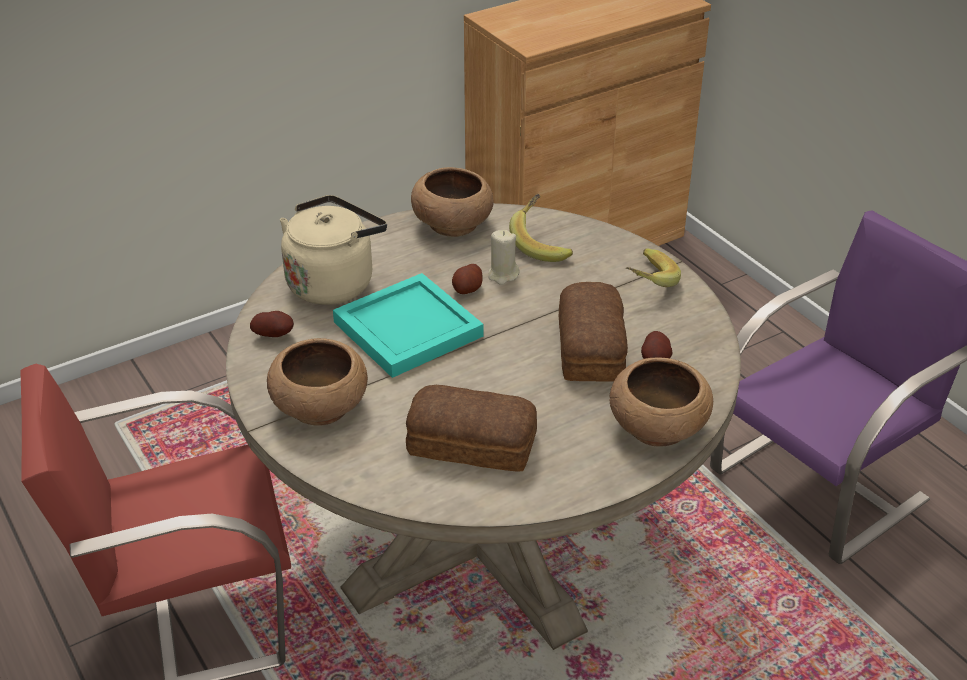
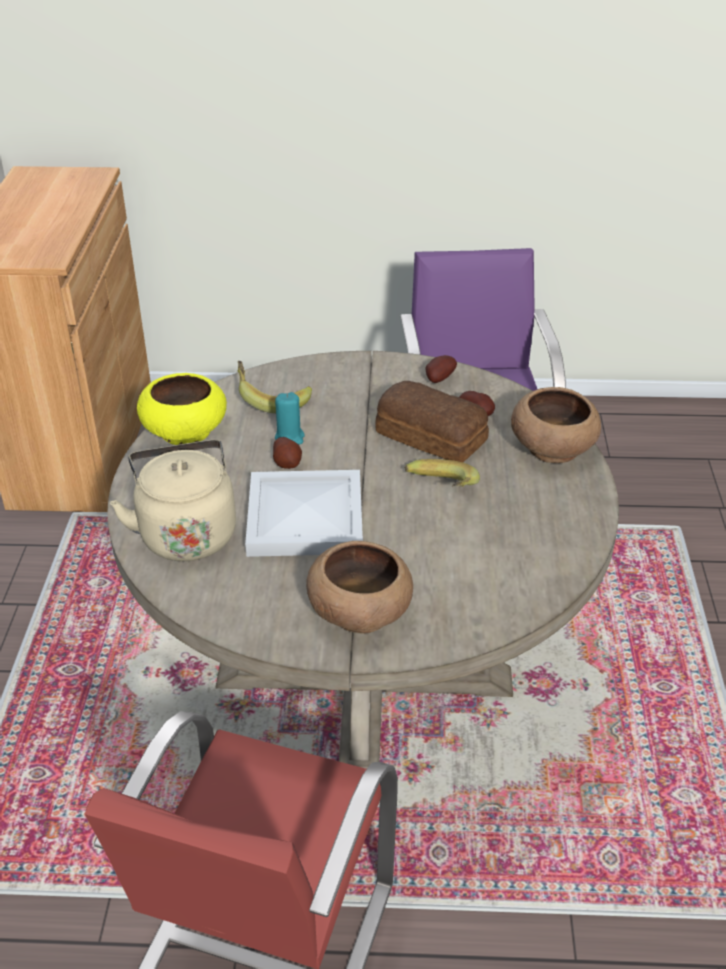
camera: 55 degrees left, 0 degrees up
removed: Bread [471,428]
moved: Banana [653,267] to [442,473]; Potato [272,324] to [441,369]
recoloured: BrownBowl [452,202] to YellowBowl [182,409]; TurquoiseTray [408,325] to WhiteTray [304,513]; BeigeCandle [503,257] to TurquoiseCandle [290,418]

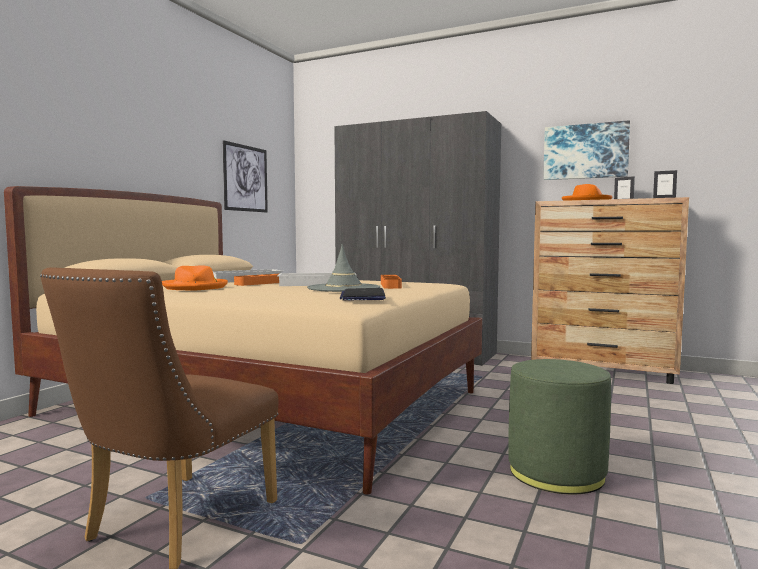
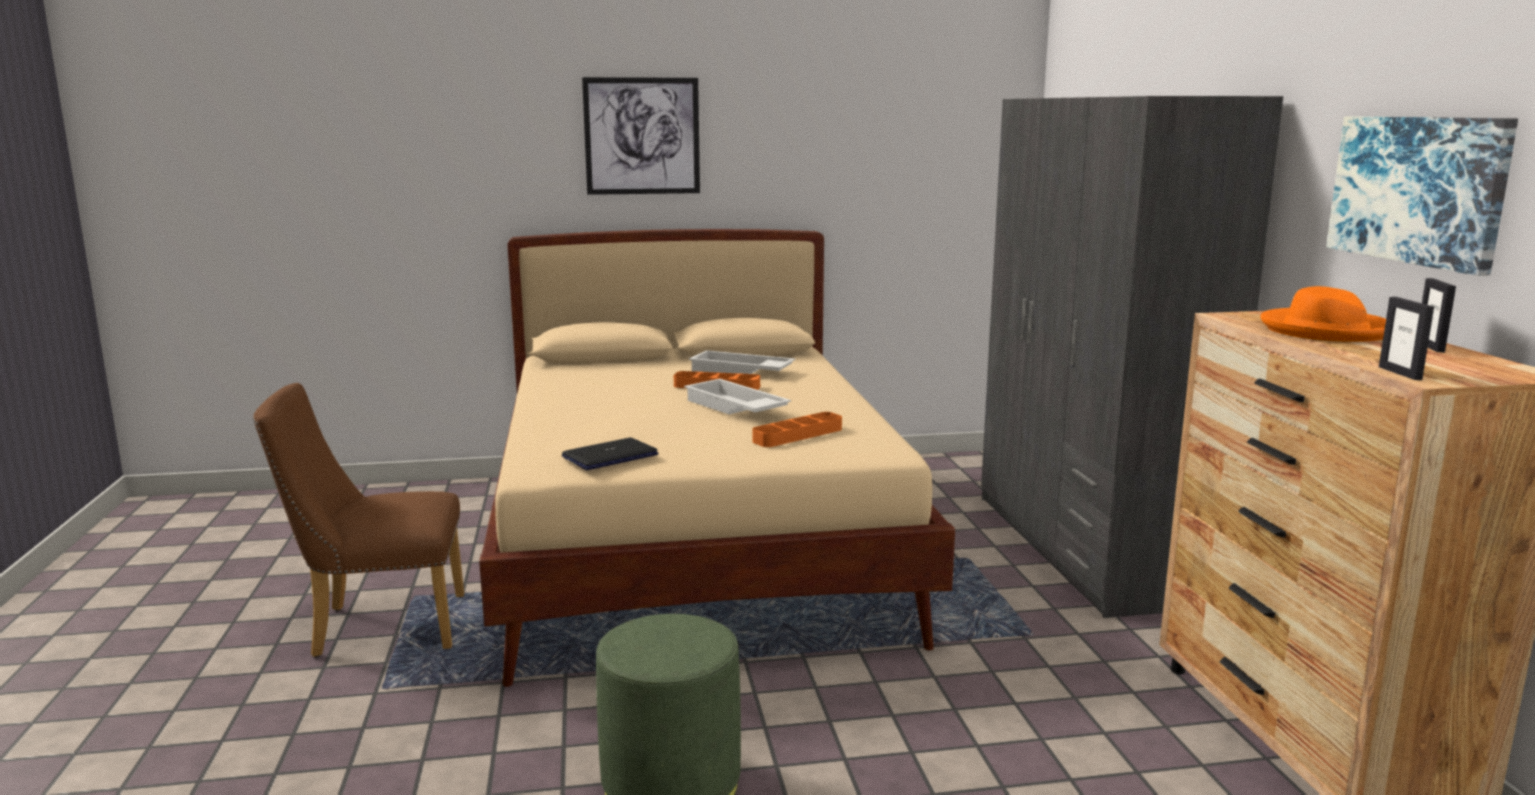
camera: 55 degrees right, 10 degrees up
removed: OrangeHat [195,277]; GreyHat [343,268]
moved: Picture [245,176] to [641,136]

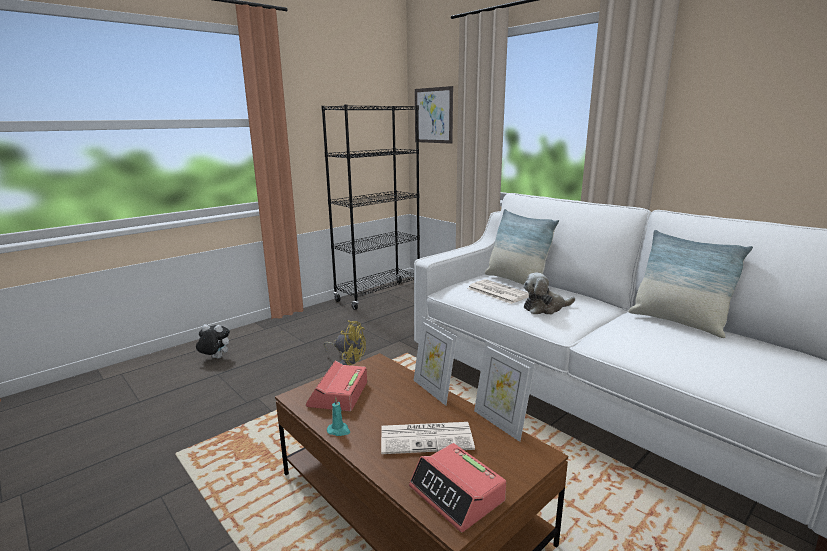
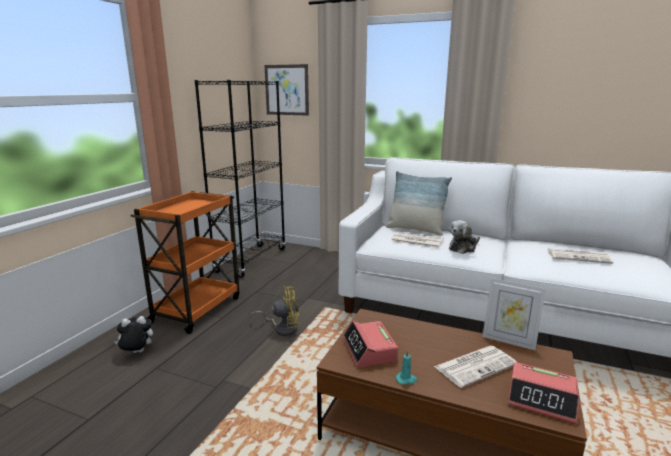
camera: 25 degrees left, 0 degrees up
removed: PictureFrame [435,361]; Pillow [690,284]
added: OrangeCart [185,262]; Newspaper [580,256]

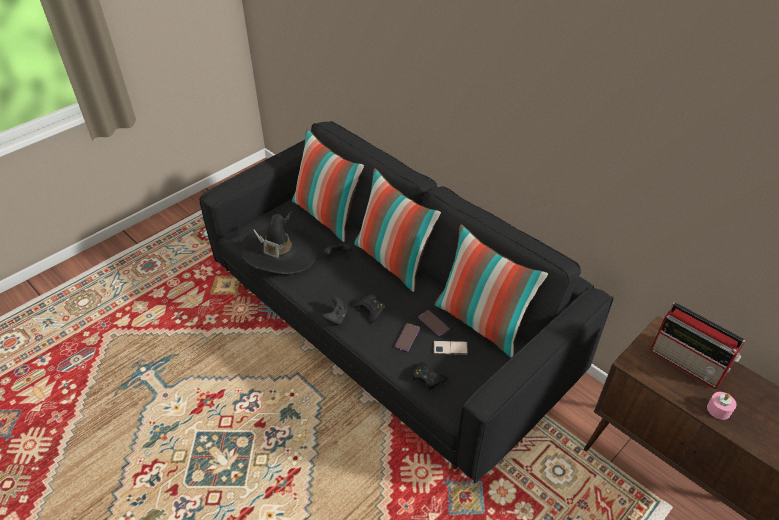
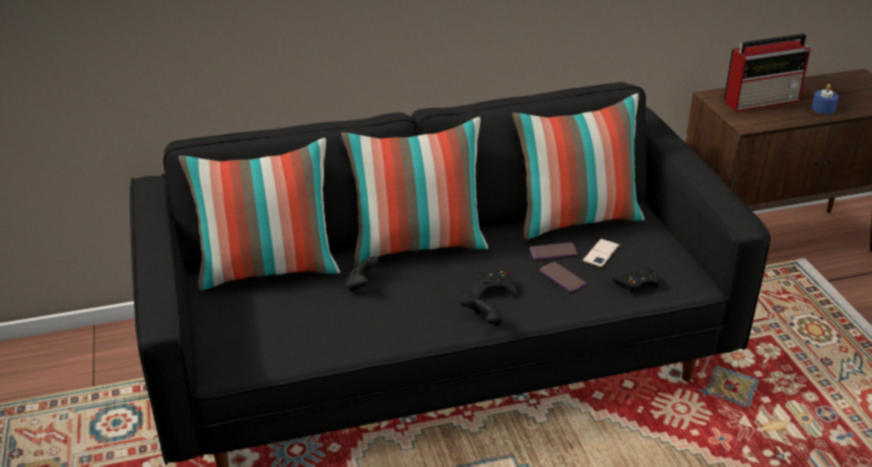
camera: 60 degrees left, 10 degrees down
removed: BlackHat [279,242]
recoloured: PinkCandle [721,406] to BlueCandle [825,99]

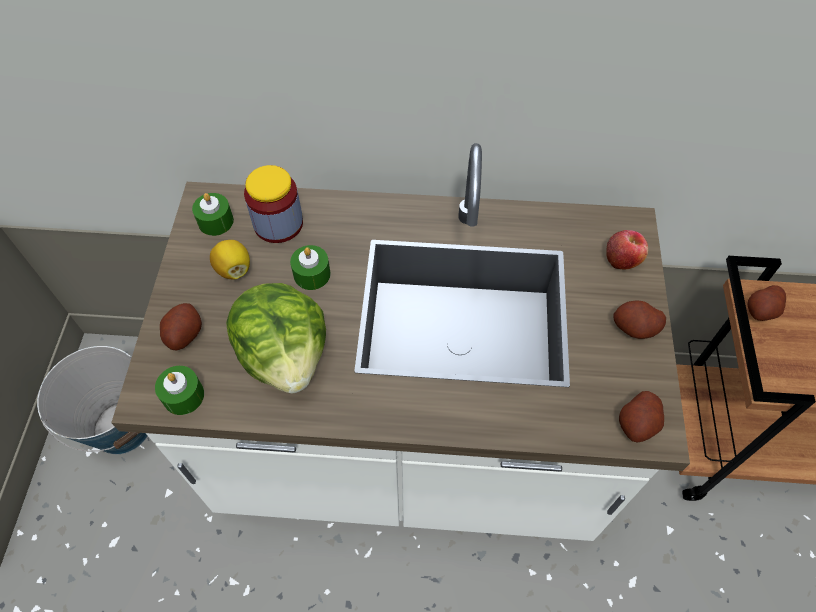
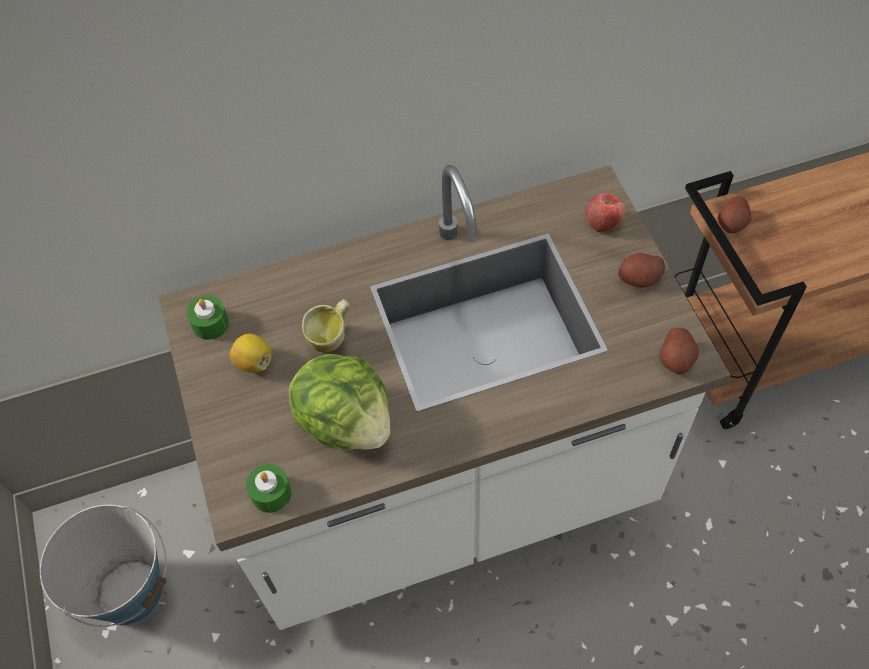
camera: 20 degrees left, 0 degrees up
removed: Potato [181,326]; Jar [273,204]
replaced: GreenCandle [310,267] to Mug [326,326]

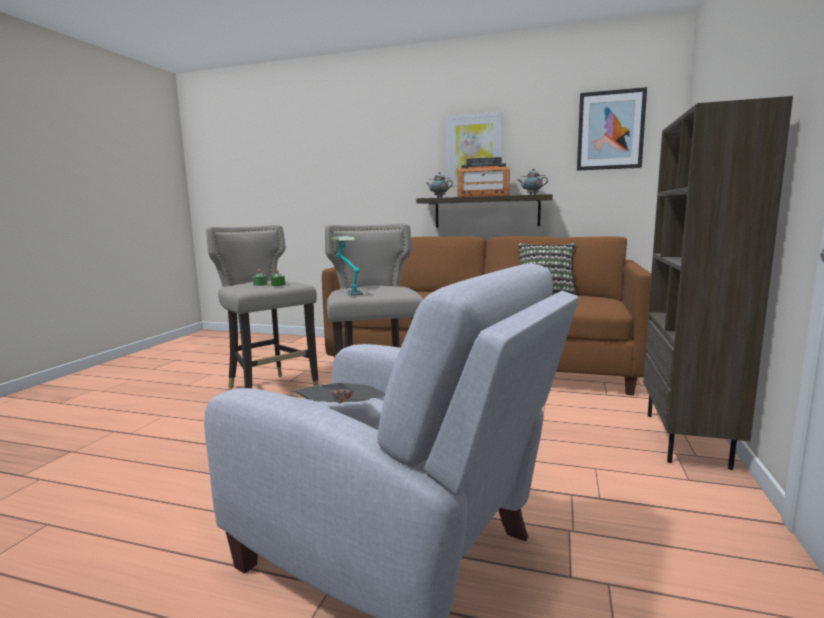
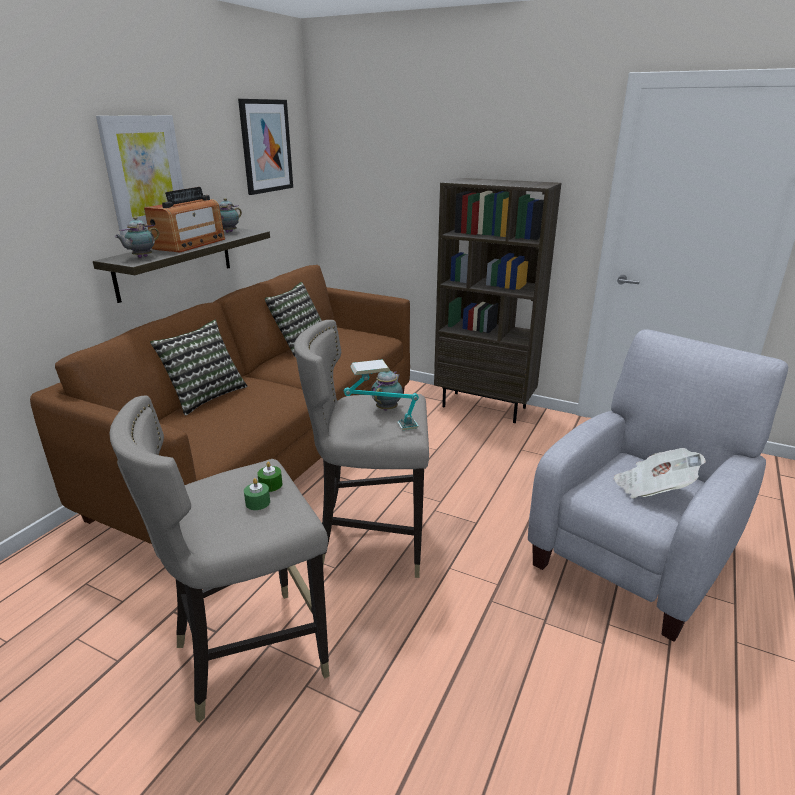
camera: 80 degrees left, 15 degrees up
added: Pillow [198,367]; Teapot [387,391]

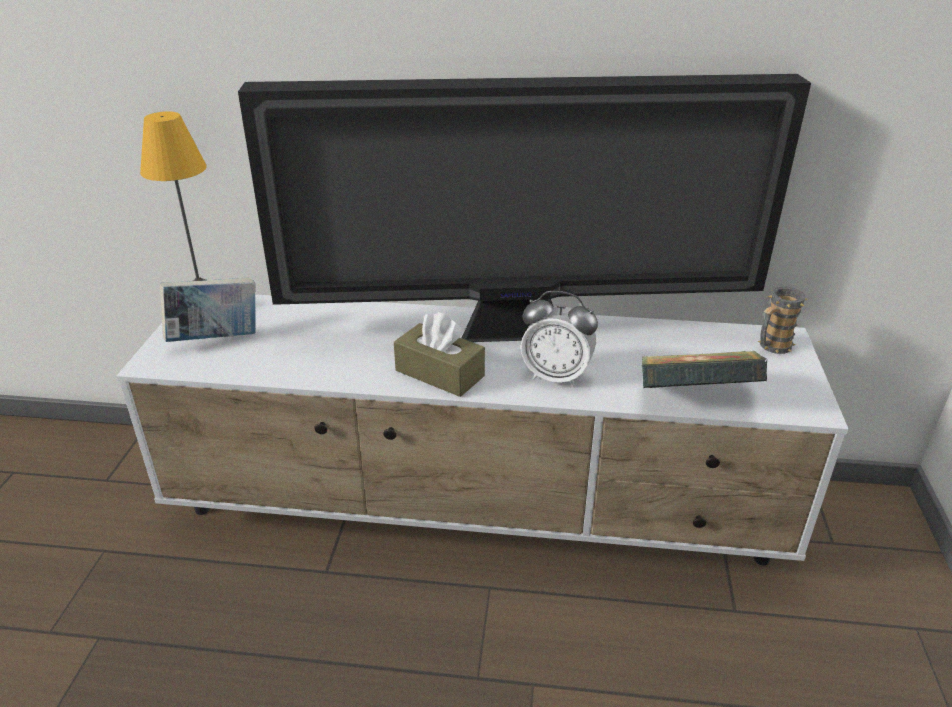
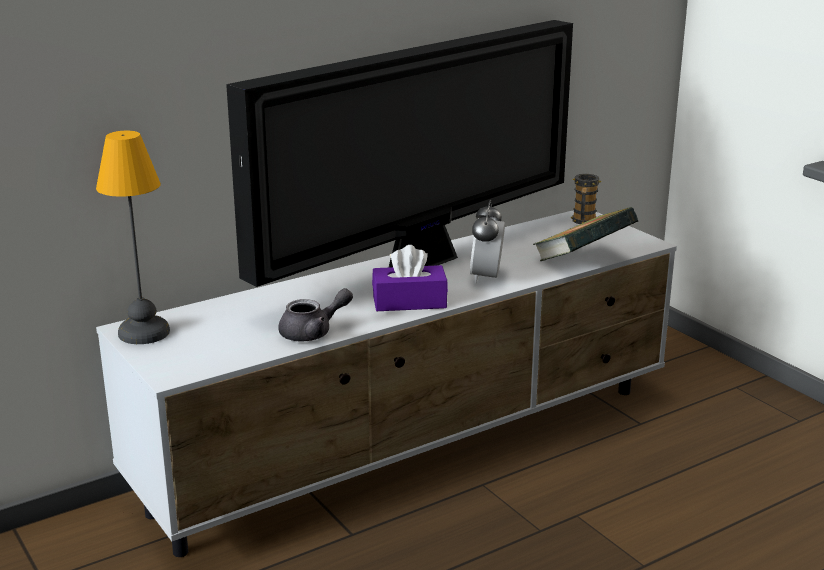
camera: 40 degrees left, 10 degrees down
removed: Book [208,310]
added: GreyTeapot [315,314]
recoloured: BrownTissueBox [439,354] to PurpleTissueBox [410,278]
turned: AlarmClock [559,339] = [487,242] 120 degrees clockwise

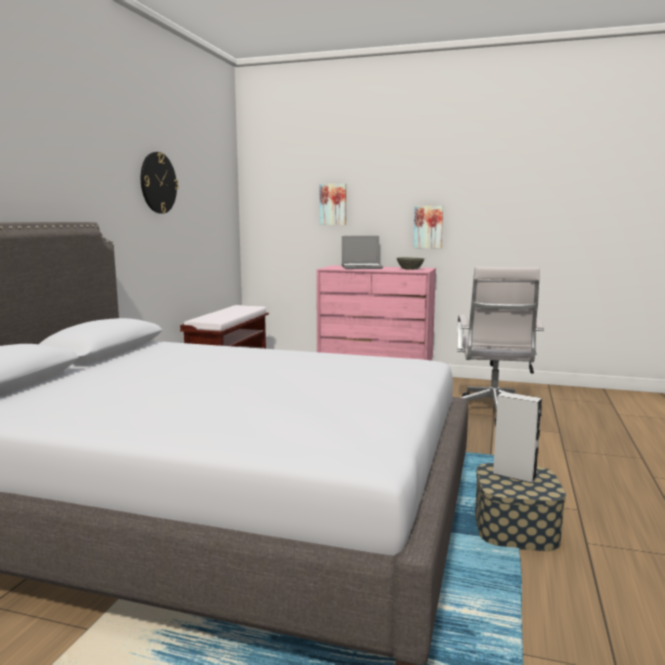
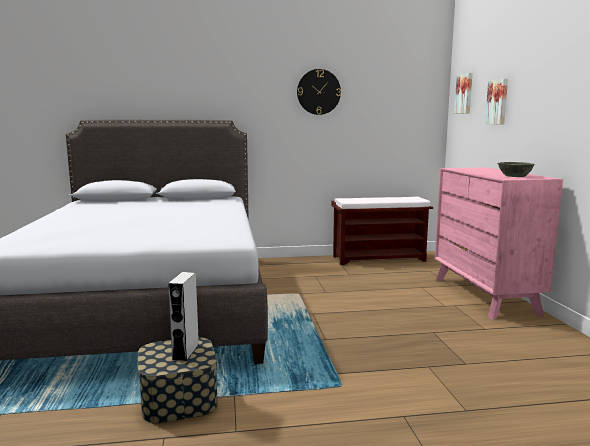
camera: 65 degrees right, 0 degrees up
removed: Laptop [362,252]; WhiteOfficeChair [500,346]
moved: Picture [428,227] to [463,93]

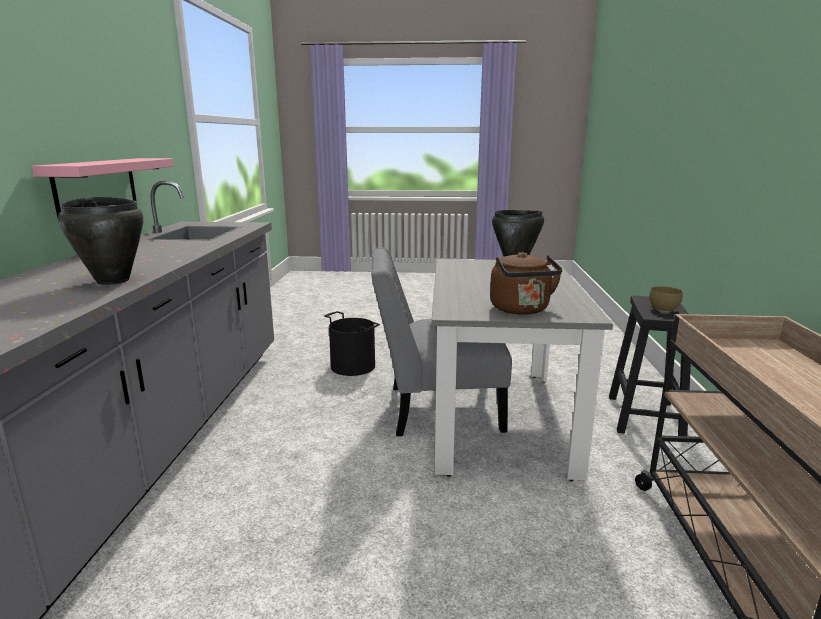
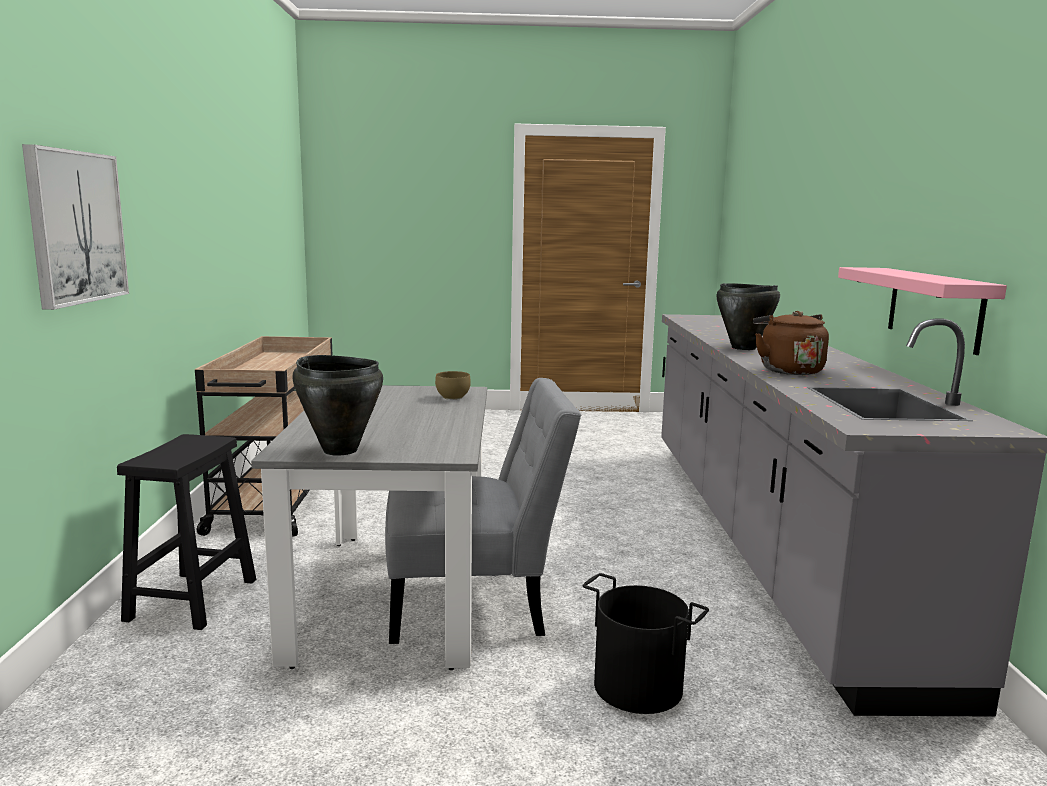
camera: 175 degrees right, 5 degrees down
added: Picture [75,227]
moved: BrownBowl [666,299] to [453,385]; BrownKettle [526,283] to [791,343]

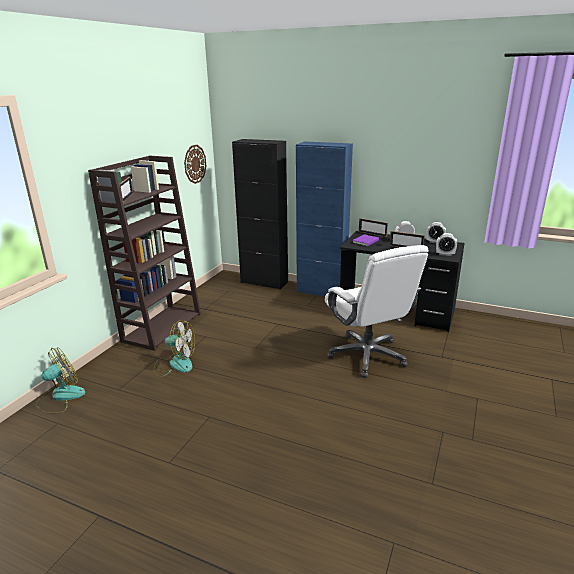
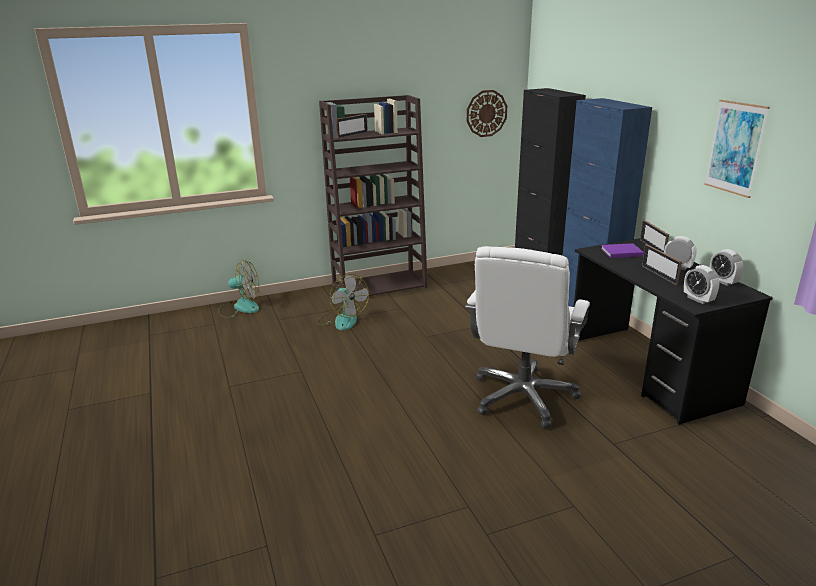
camera: 45 degrees right, 0 degrees up
added: Picture [737,149]

